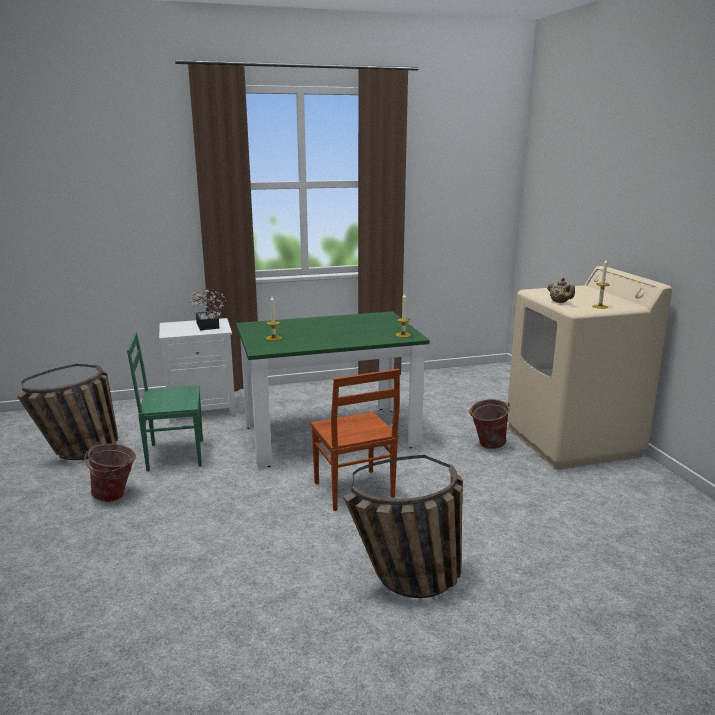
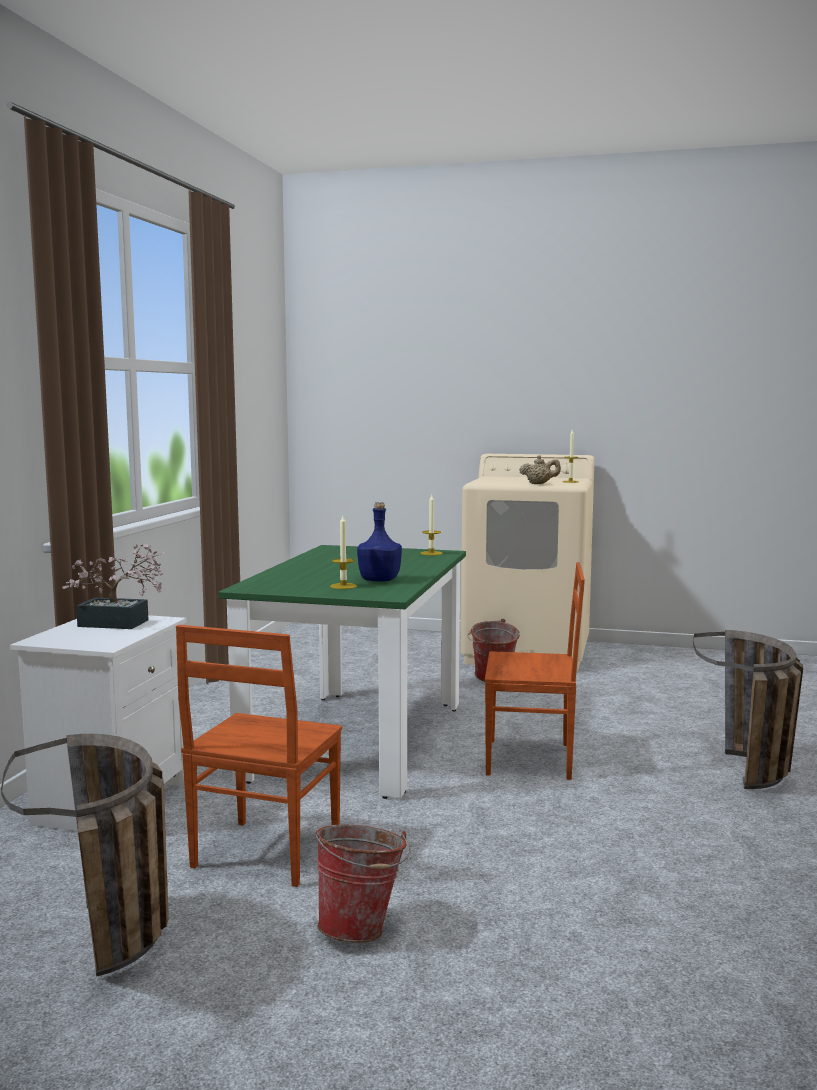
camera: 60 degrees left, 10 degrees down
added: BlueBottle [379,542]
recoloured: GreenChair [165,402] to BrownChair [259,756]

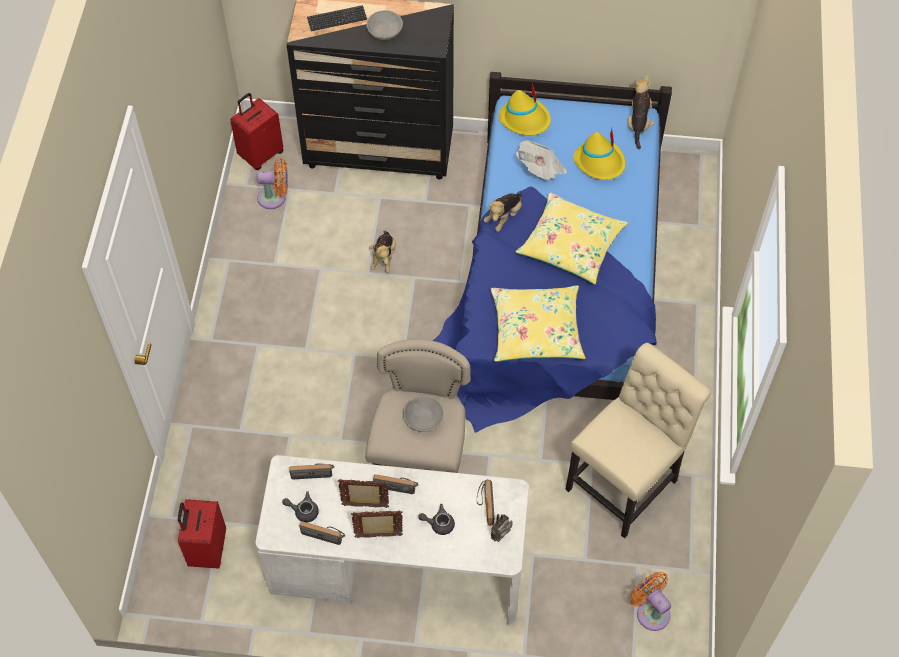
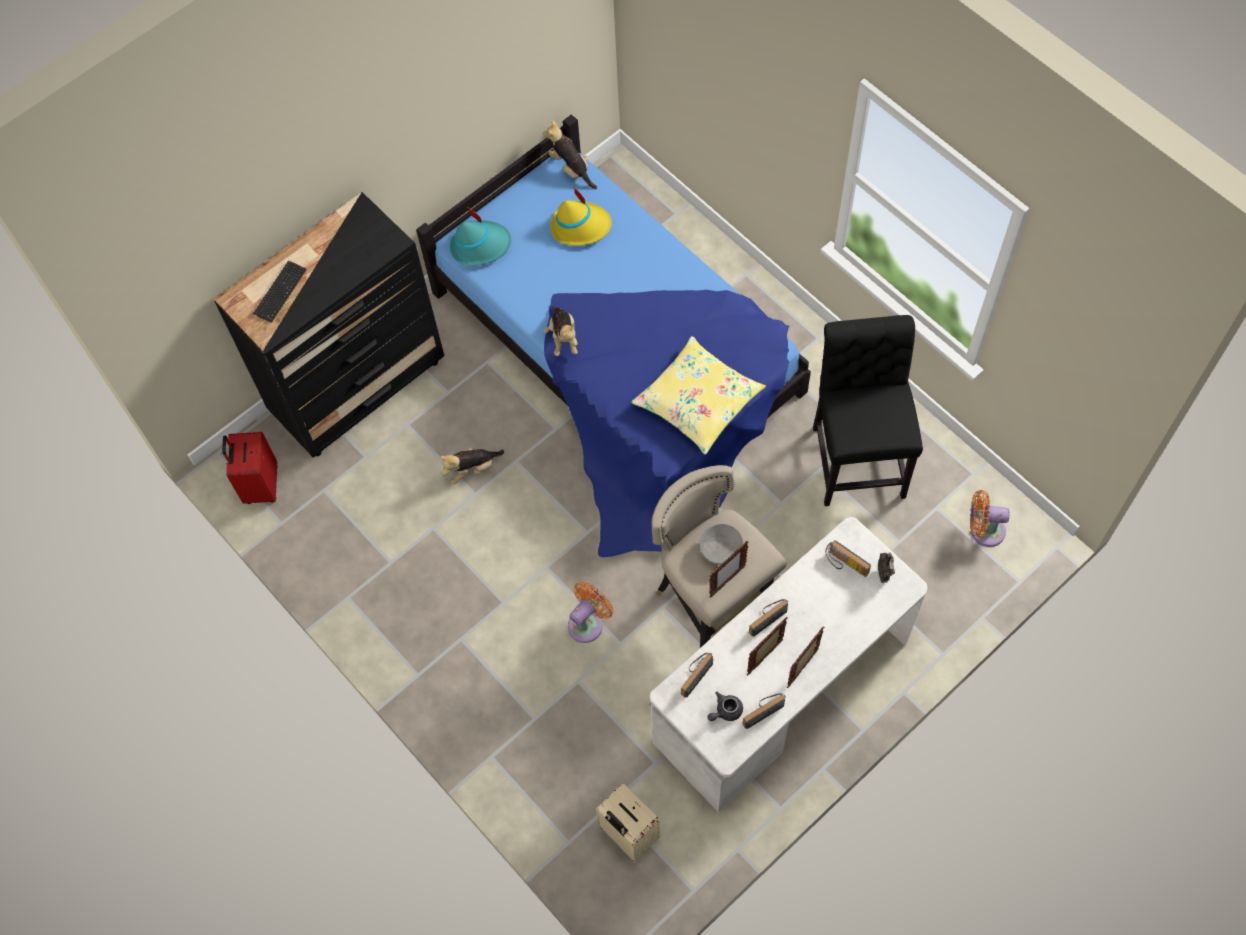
camera: 45 degrees left, 5 degrees up
removed: GreyBowl [384,25]; GreyTeapot [436,519]; Newspaper [541,160]; YellowPillow [572,238]
added: PictureFrame [729,569]
moved: OrangeFan [272,183] to [590,612]
recoloured: YellowHat [525,110] to TurquoiseHat [480,237]; RedSuitcase [202,534] to BeigeSuitcase [628,822]; BeigeChair [638,440] to BlackChair [868,410]
turned: PlushToy [382,252] = [472,466] 105 degrees clockwise

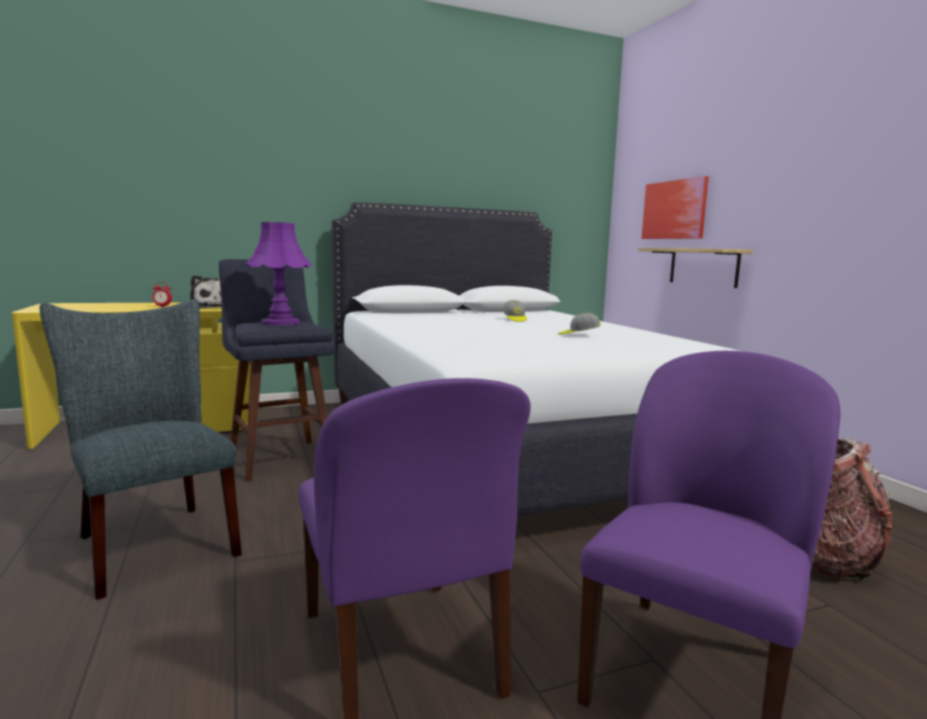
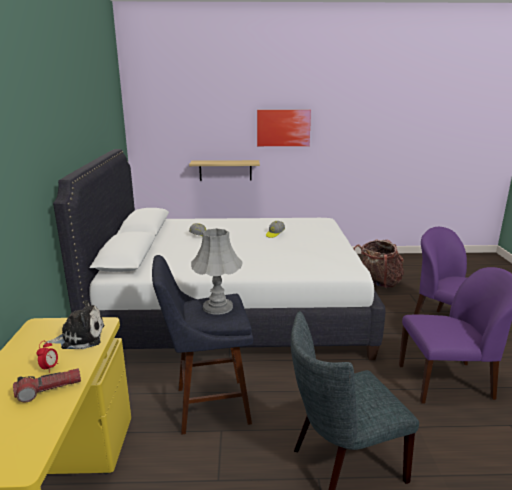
camera: 70 degrees left, 10 degrees up
added: Flashlight [47,385]
moved: Picture [675,207] to [284,128]
recoloured: PurpleTableLamp [278,273] to GreyTableLamp [217,271]

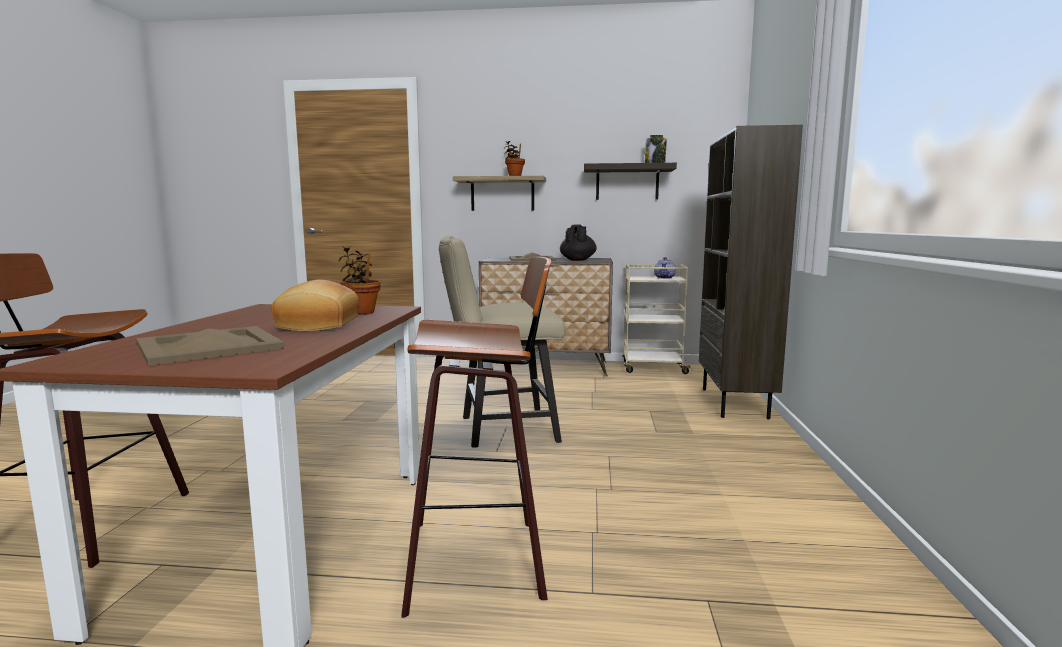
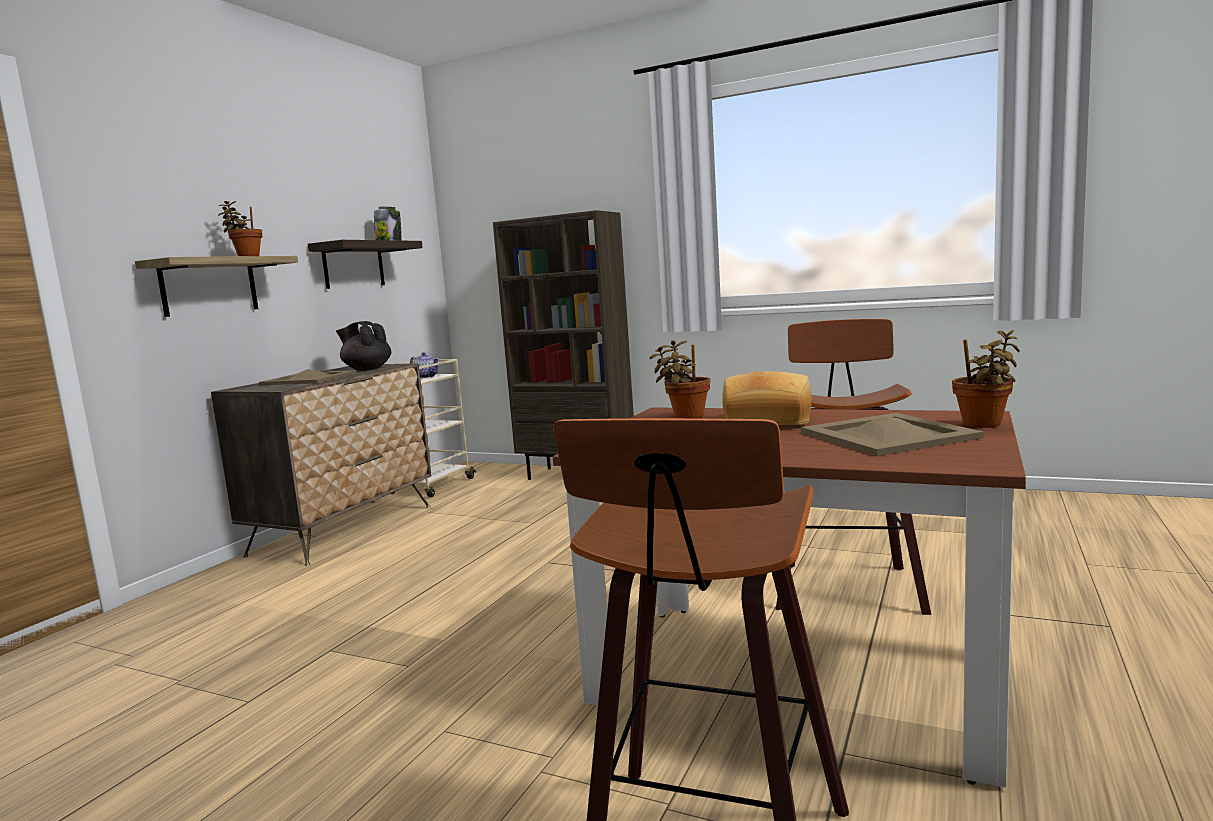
camera: 70 degrees left, 0 degrees up
removed: BeigeChair [502,342]
added: PottedPlant [986,379]

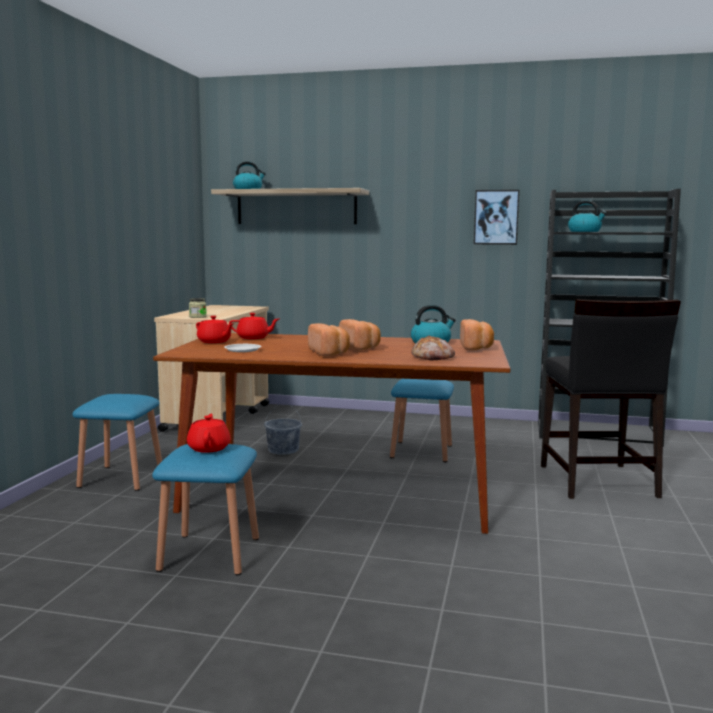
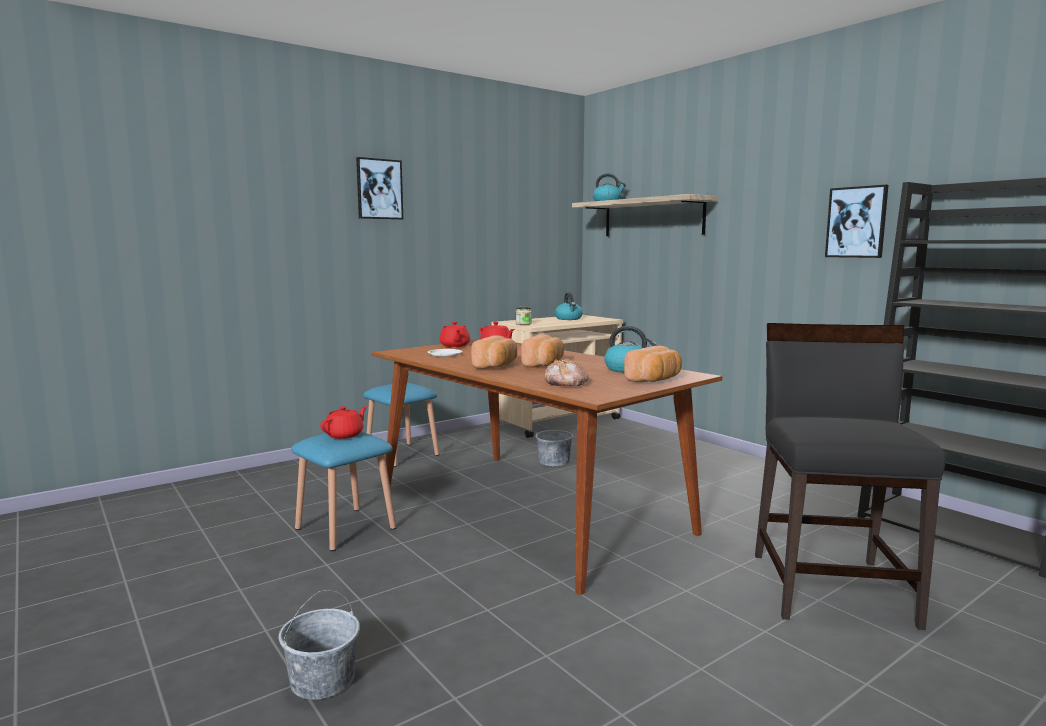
camera: 40 degrees right, 0 degrees up
removed: BlueStool [422,420]
added: GreyBucket [319,645]; Picture [379,188]
moved: Kettle [587,216] to [569,306]
turned: BlackChair [611,399] = [850,476] 150 degrees clockwise

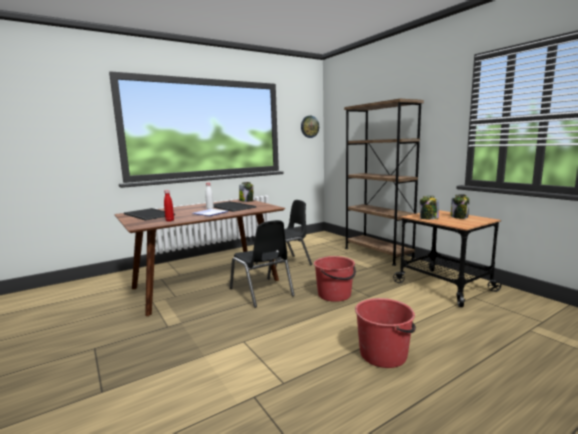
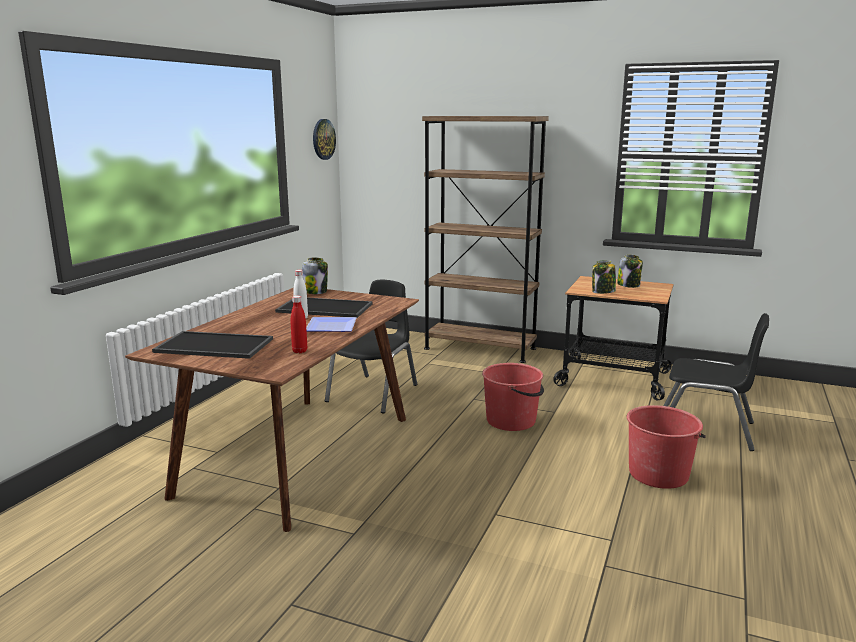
camera: 35 degrees left, 5 degrees up
moved: BlackChair [262,264] to [716,382]

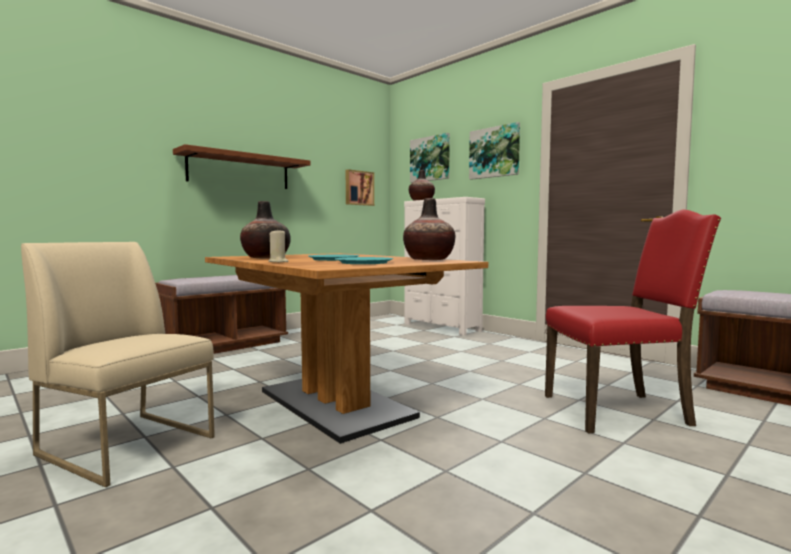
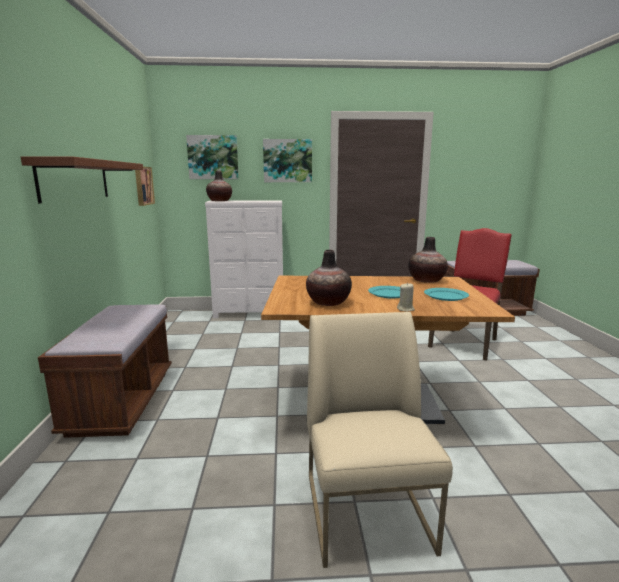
camera: 50 degrees left, 10 degrees up
turned: BeigeChair [118,364] = [380,440] 105 degrees clockwise

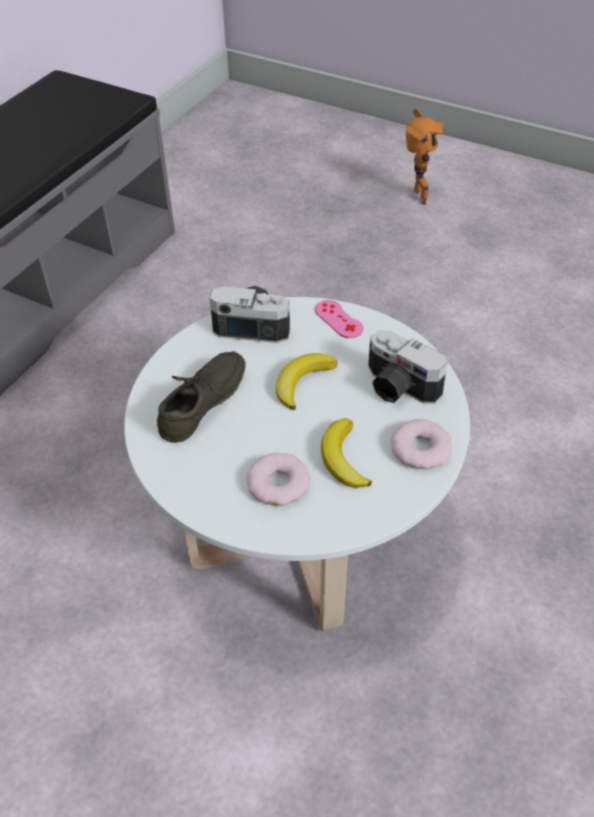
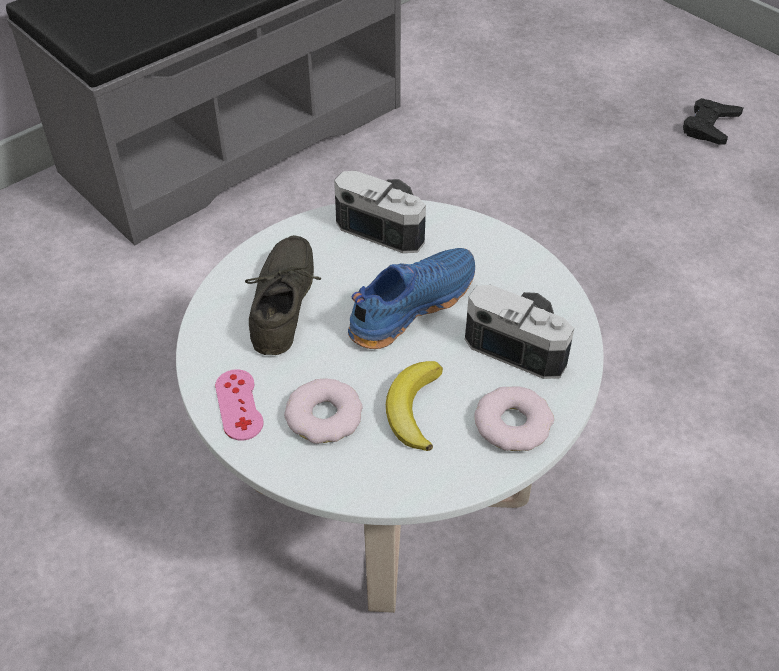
camera: 20 degrees right, 0 degrees up
moved: PinkGameController [339,319] to [239,405]
replaced: Banana [306,381] to BlueShoe [411,298]; ToyRobot [425,156] to BlackGameController [713,121]
turned: GreyShoe [201,397] = [283,295] 45 degrees counterclockwise; PhotoCamera [408,367] = [519,332] 150 degrees clockwise

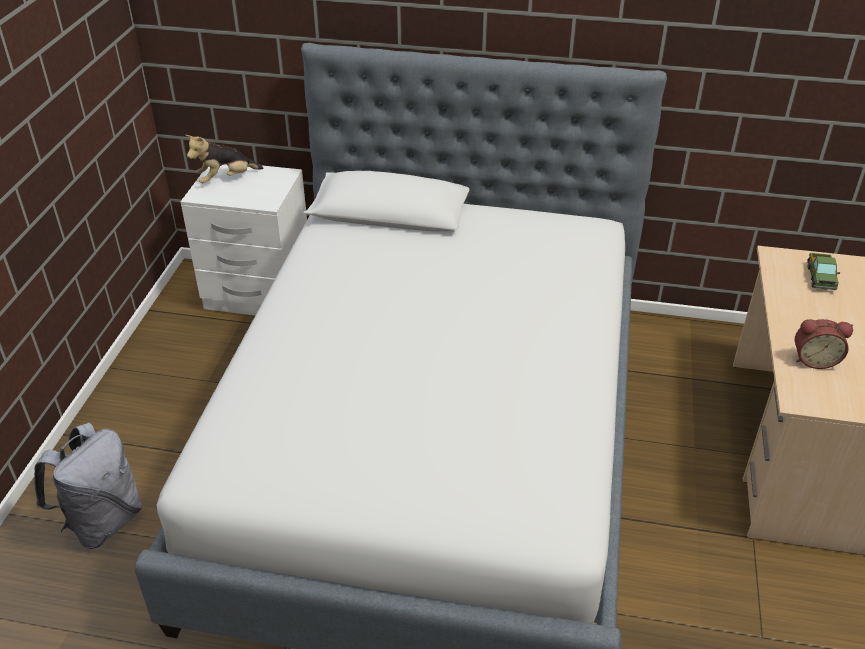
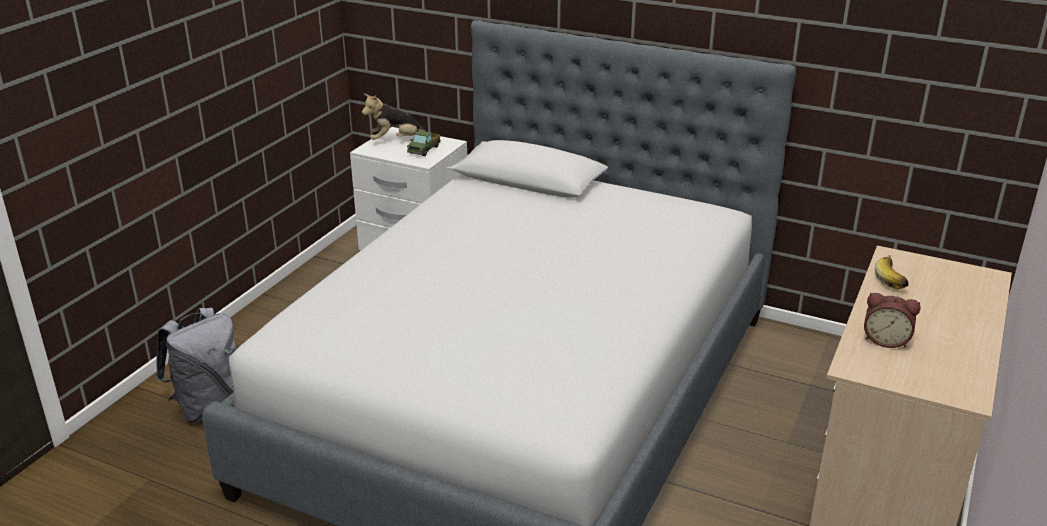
camera: 15 degrees right, 10 degrees down
added: Banana [892,272]
moved: ToyTruck [823,271] to [424,143]

